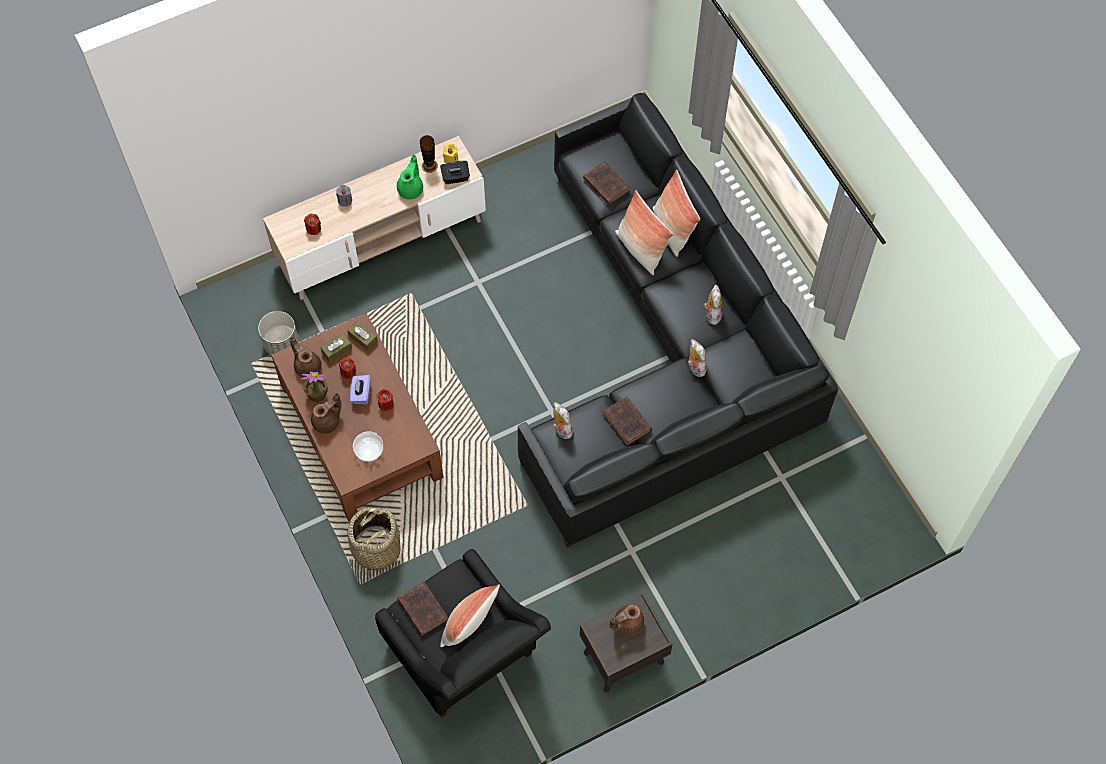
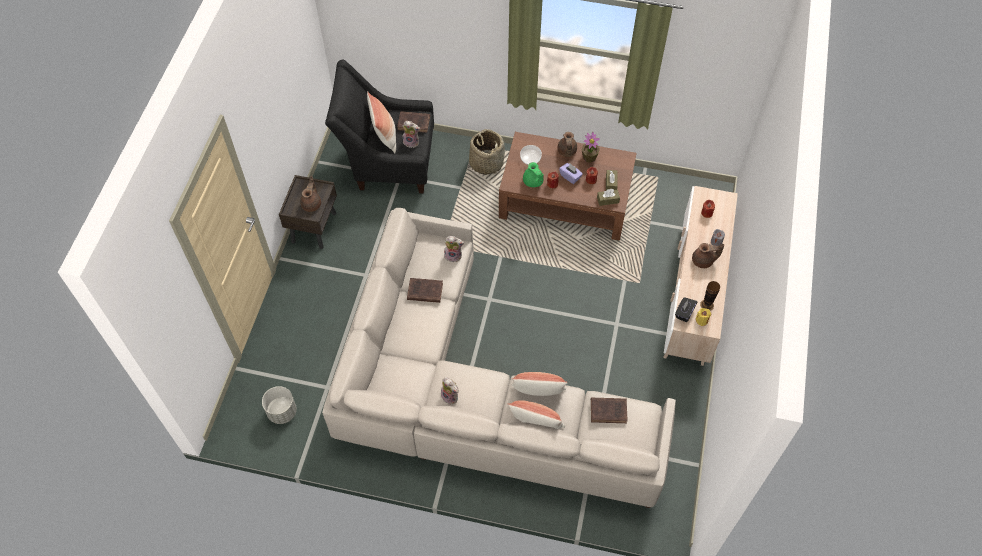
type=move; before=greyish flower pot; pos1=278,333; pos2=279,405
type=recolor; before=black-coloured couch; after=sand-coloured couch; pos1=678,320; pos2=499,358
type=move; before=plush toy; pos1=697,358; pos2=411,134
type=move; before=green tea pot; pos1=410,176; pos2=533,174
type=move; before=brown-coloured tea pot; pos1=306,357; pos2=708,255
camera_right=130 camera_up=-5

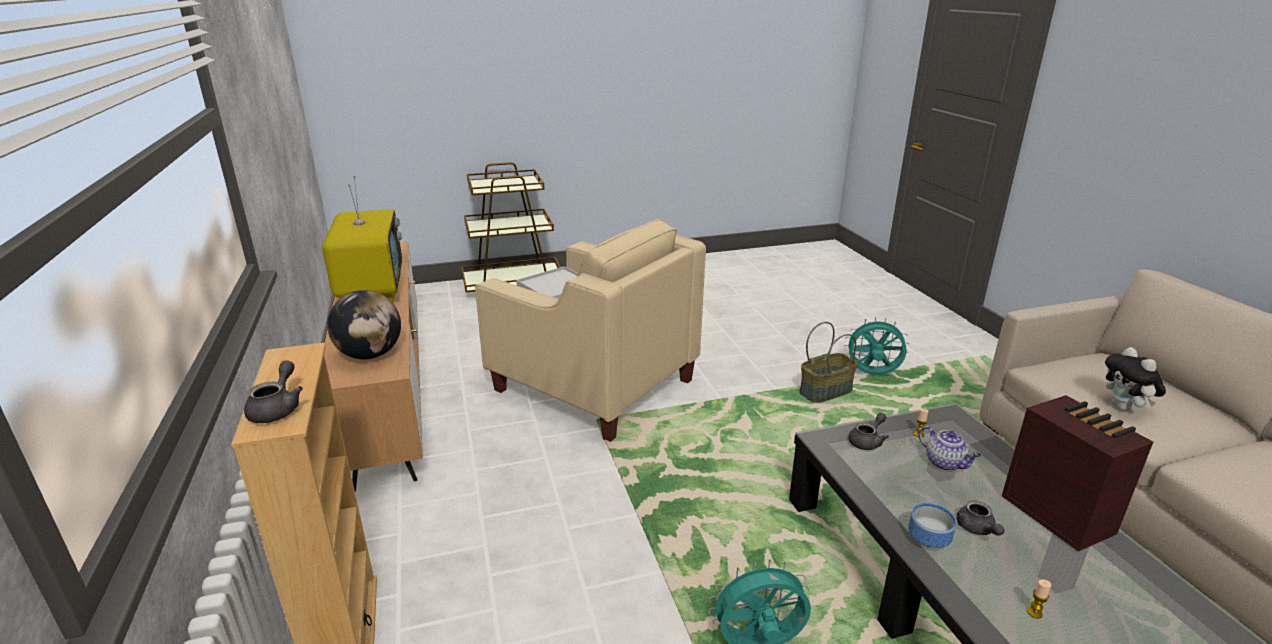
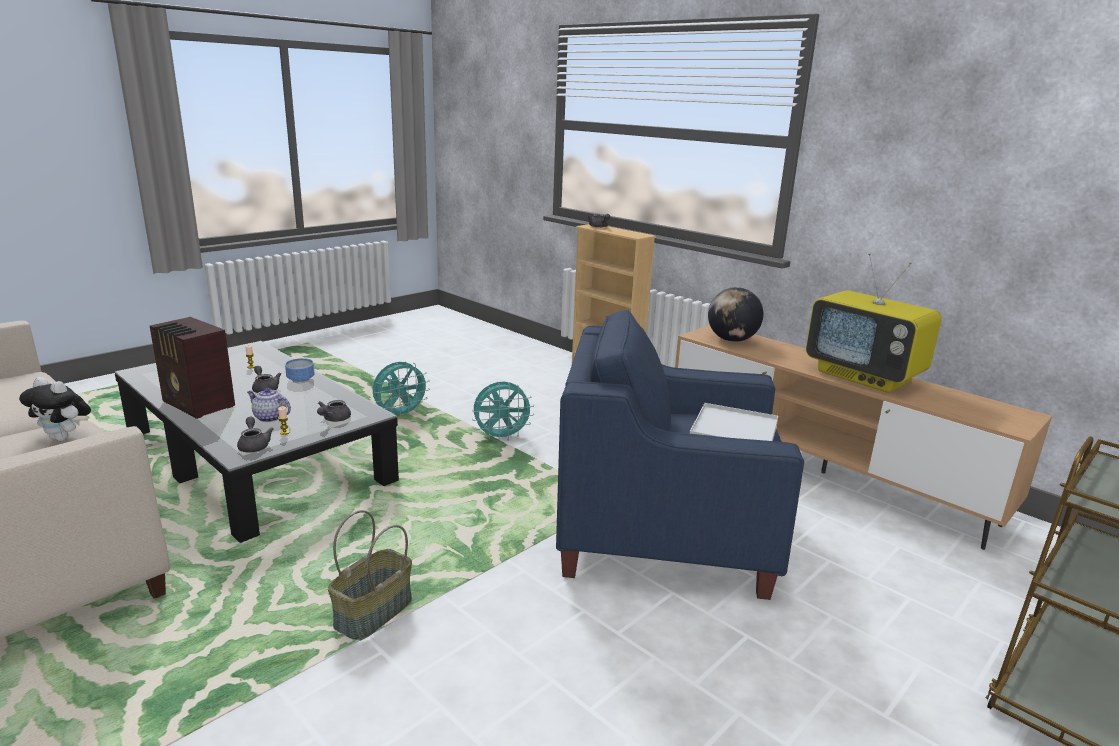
type=rotate; before=plush toy; pos1=1135,379; pos2=55,409; turn=150
type=insert; after=greyish tea pot; pos2=255,434
type=move; before=turquoise-coloured cooling fan; pos1=877,346; pos2=503,411
type=recolor; before=sand-coloured armchair; after=blue armchair; pos1=590,330; pos2=680,454
camera_right=150 camera_up=-5

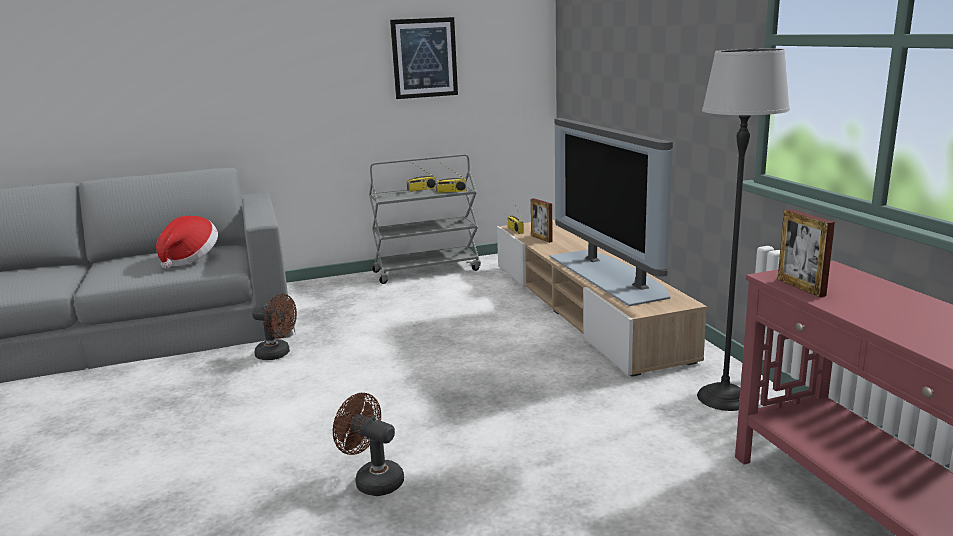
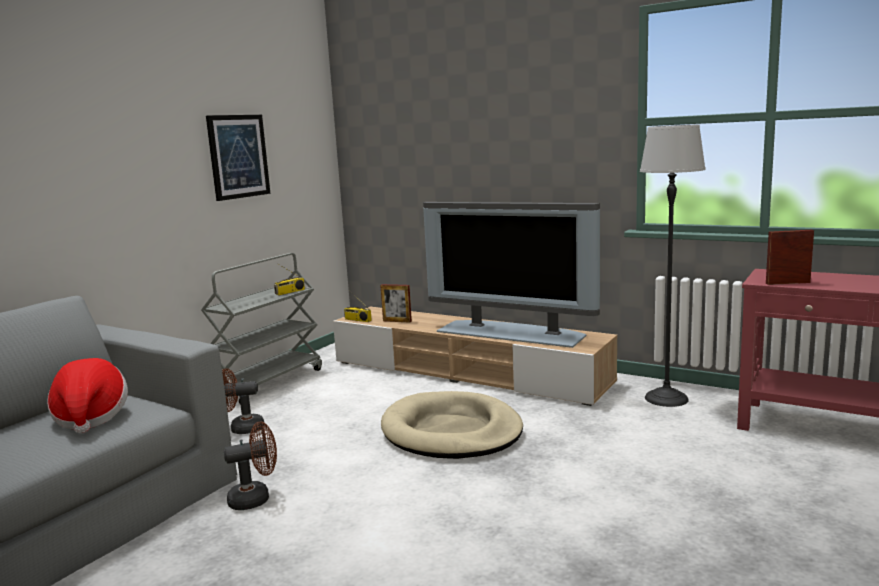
type=move; before=brown-coloured cooling fan; pos1=368,444; pos2=243,401
type=insert; after=sand-coloured dog cushion; pos2=452,425
type=rotate; before=photo frame; pos1=806,253; pos2=790,257; turn=150
type=delete; before=radio set; pos1=421,177
camera_right=-40 camera_up=-5

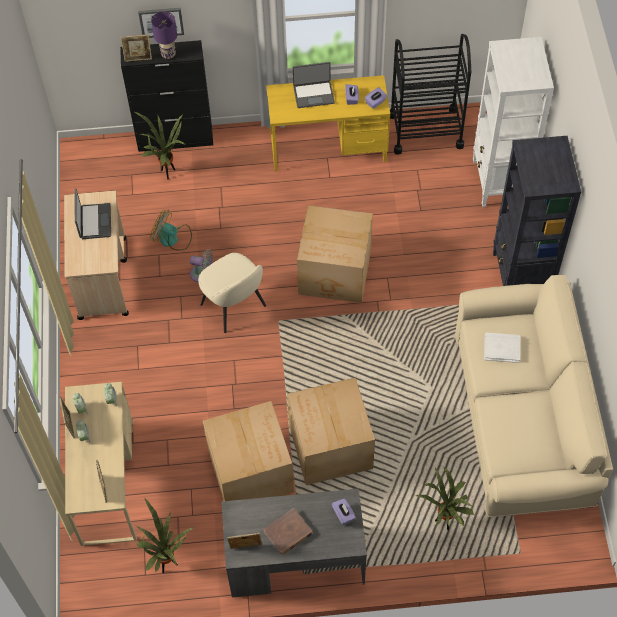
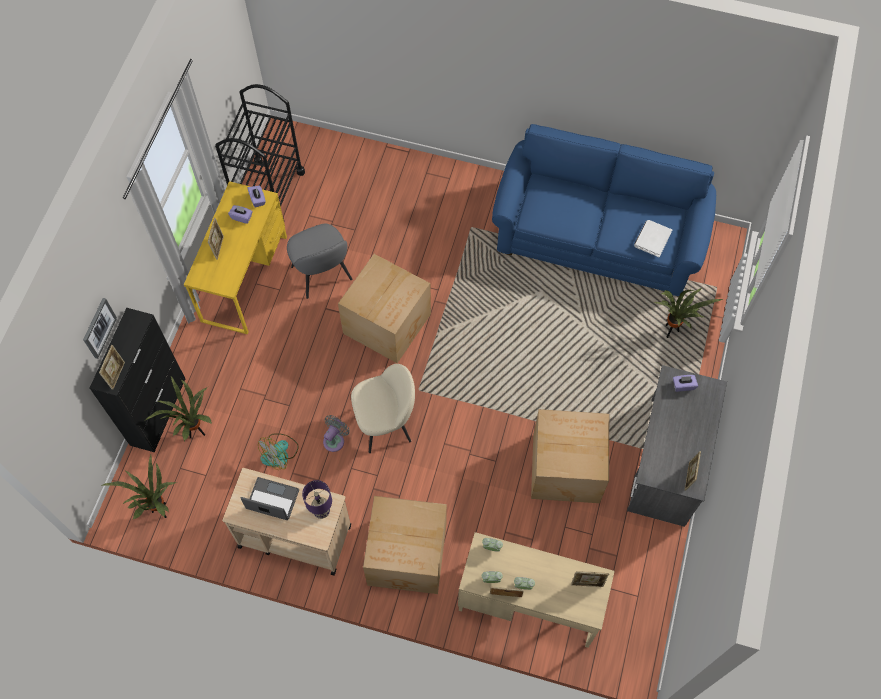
type=move; before=houseplant; pos1=165,535; pos2=140,487
type=replace; before=laptop; after=photo frame; pos1=314,85; pos2=216,239
type=insert; after=greyish upright chair; pos2=319,261
type=move; before=purplish lamp for a table; pos1=164,35; pos2=317,499
type=move; before=packing box; pos1=331,431; pos2=405,545
type=recolor; before=sand-coloured couch; after=blue couch; pos1=534,396; pos2=604,210
type=move; before=white-coloured bound book; pos1=502,348; pos2=653,238
type=delete; before=brown-coloured bound book; pos1=288,531
type=delete; before=white-coloured bookshelf; pos1=513,122
type=delete; before=black-coloured bookshelf; pos1=537,211
camera_right=-70 camera_up=5

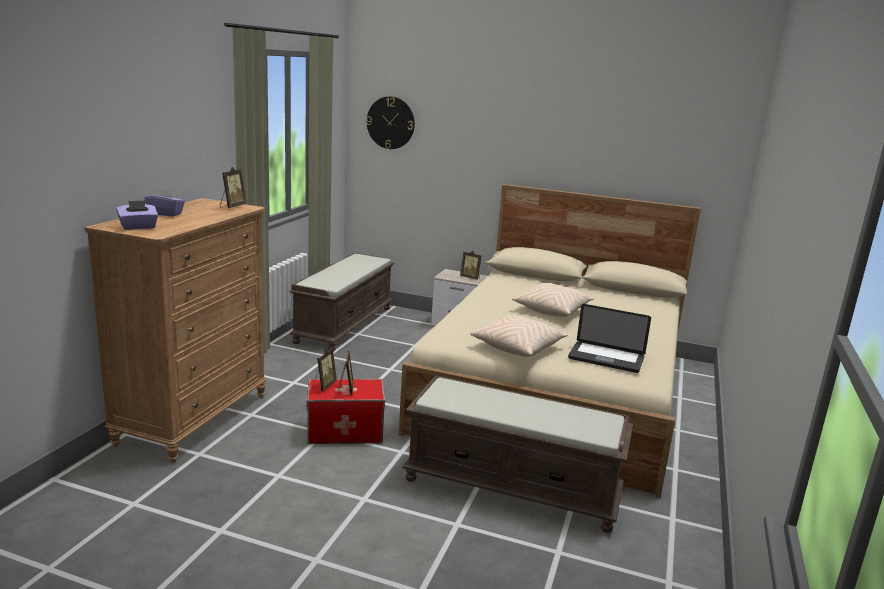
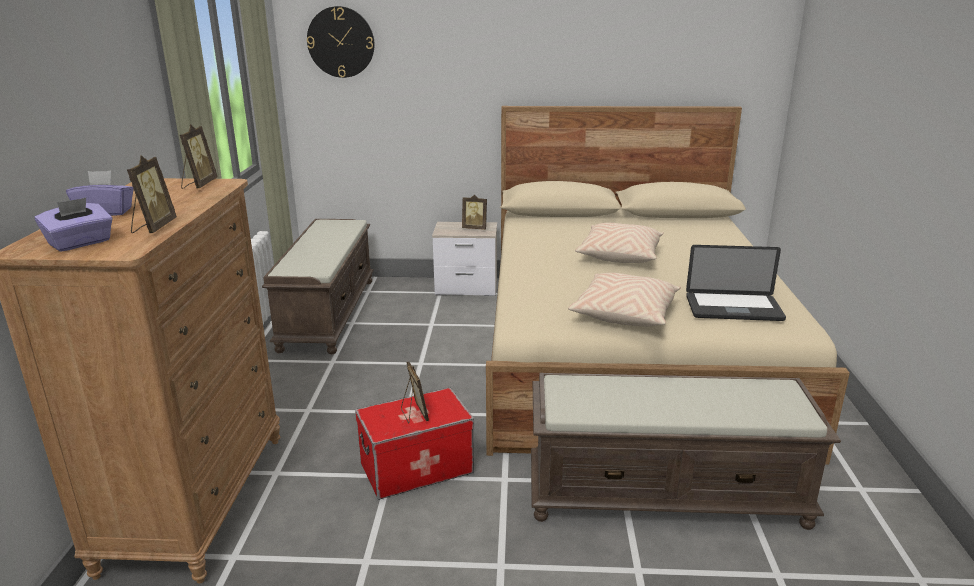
type=move; before=photo frame; pos1=325,369; pos2=152,194
camera_right=-15 camera_up=5

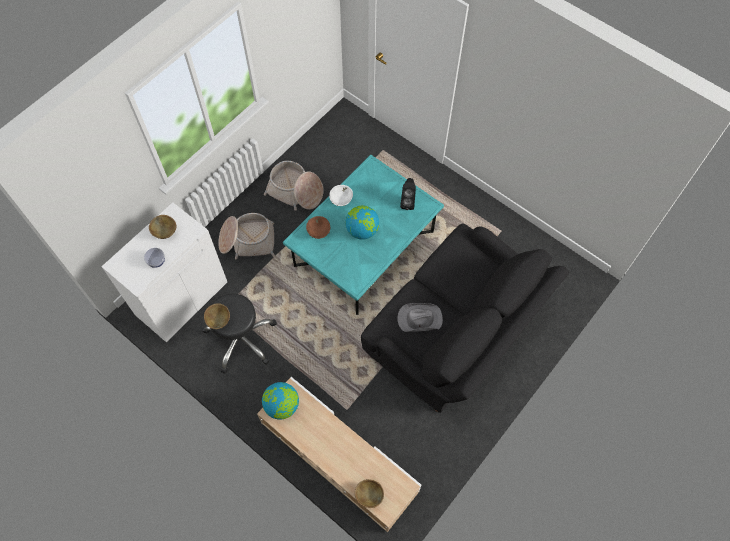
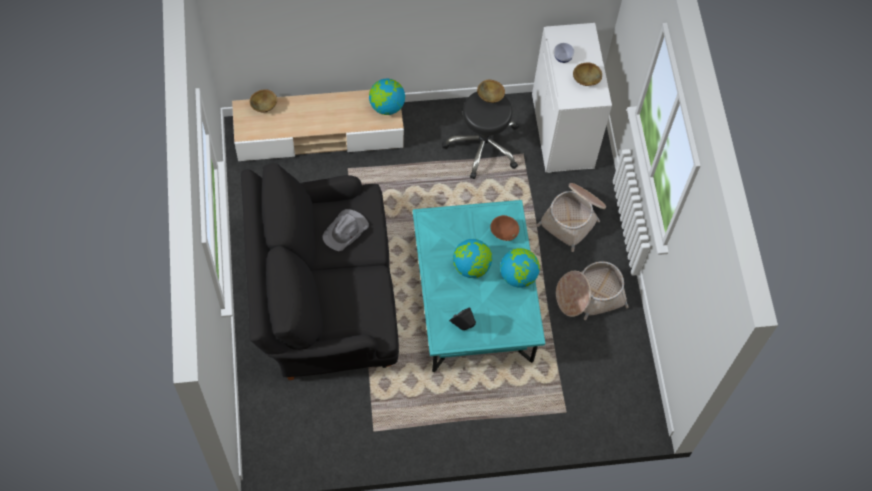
type=replace; before=white-coloured serving bowl; after=globe; pos1=341,195; pos2=520,268
camera_right=130 camera_up=0

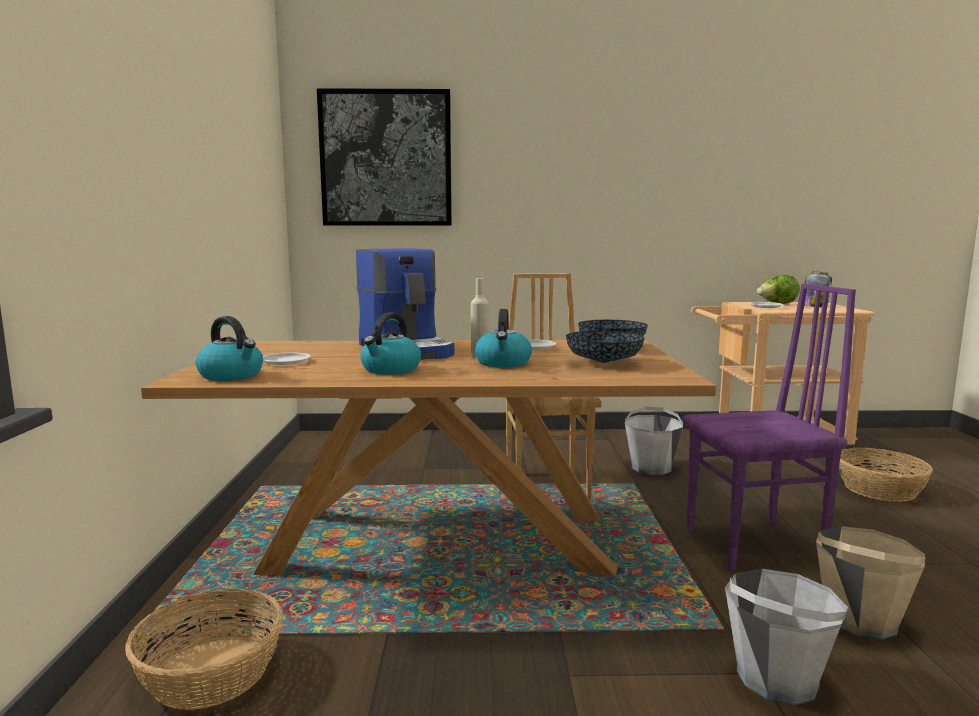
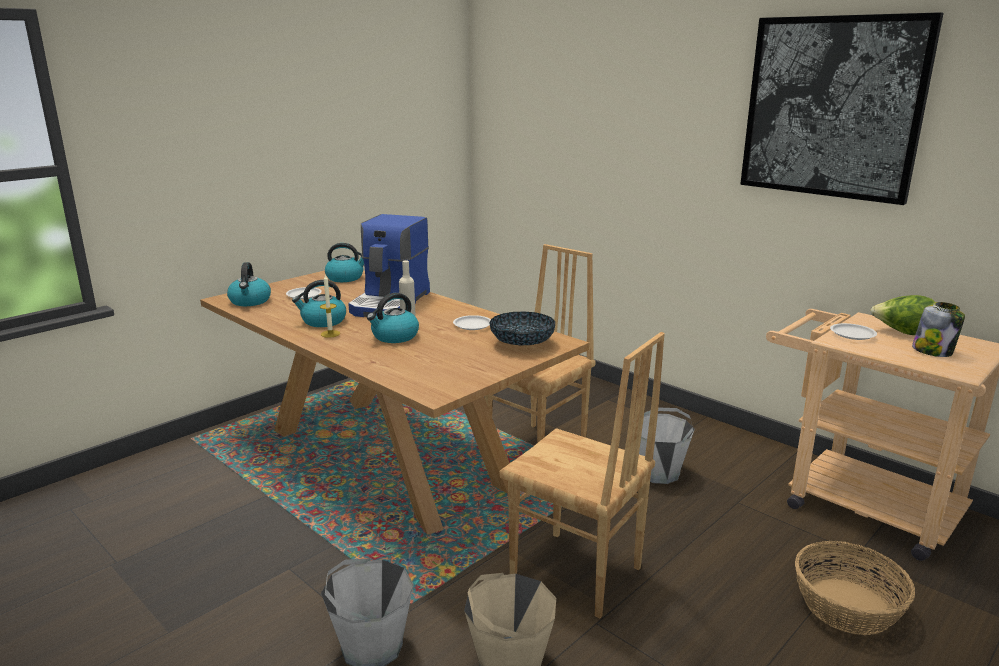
type=insert; after=wax light; pos2=330,306
type=insert; after=tea kettle; pos2=344,262
type=recolor; before=purplish upright chair; after=brown-coloured upright chair; pos1=769,426; pos2=582,475
type=move; before=wall picture; pos1=384,157; pos2=842,108
type=delete; before=storage basket; pos1=204,649
type=delete; before=serving bowl; pos1=605,347
camera_right=45 camera_up=10

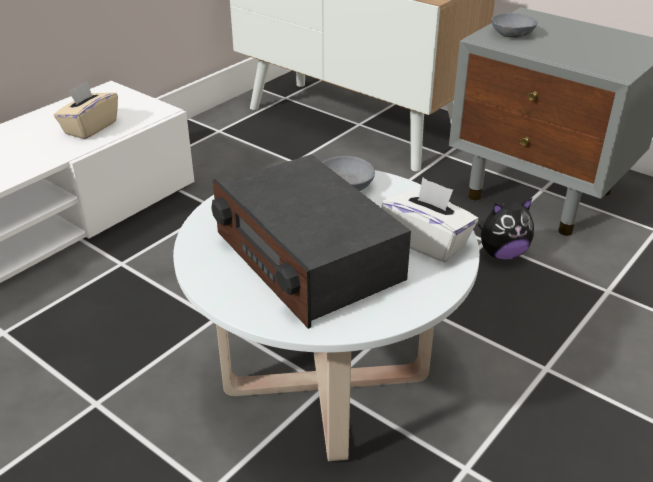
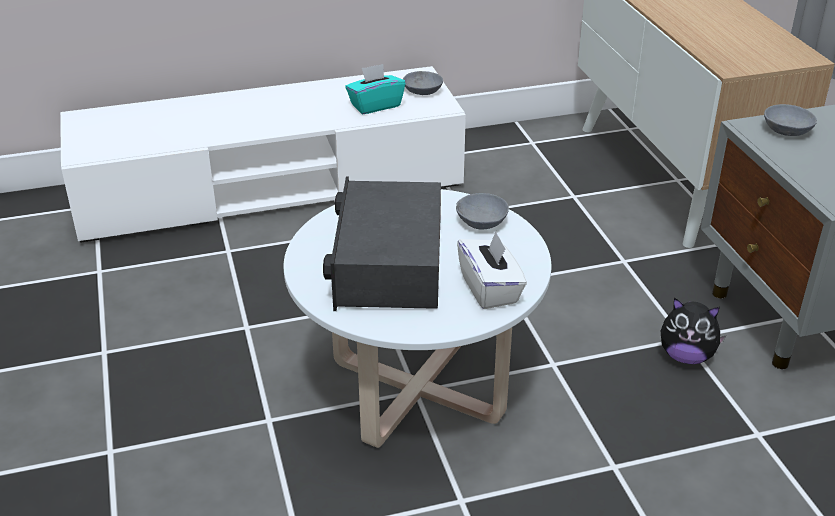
type=recolor; before=sand-coloured tissue holder; after=turquoise-coloured tissue holder; pos1=86,110; pos2=375,89
type=insert; after=greyish serving bowl; pos2=423,83
camera_right=35 camera_up=0

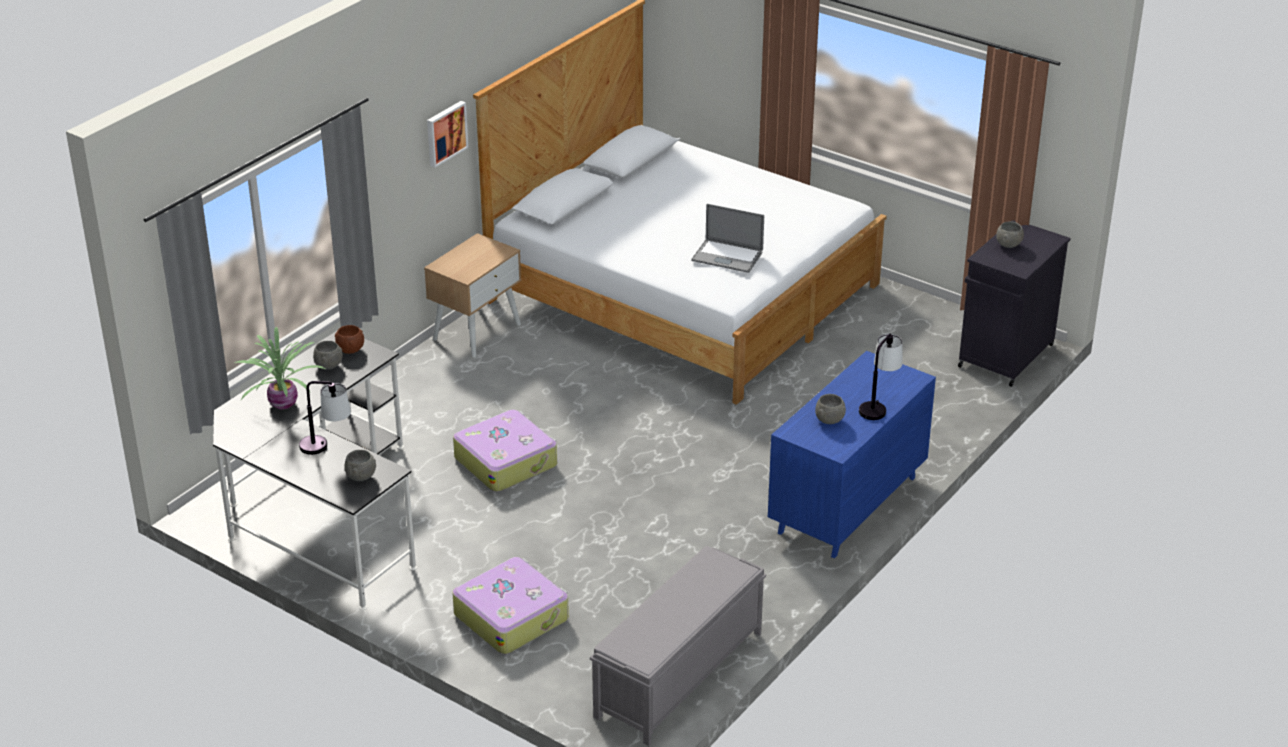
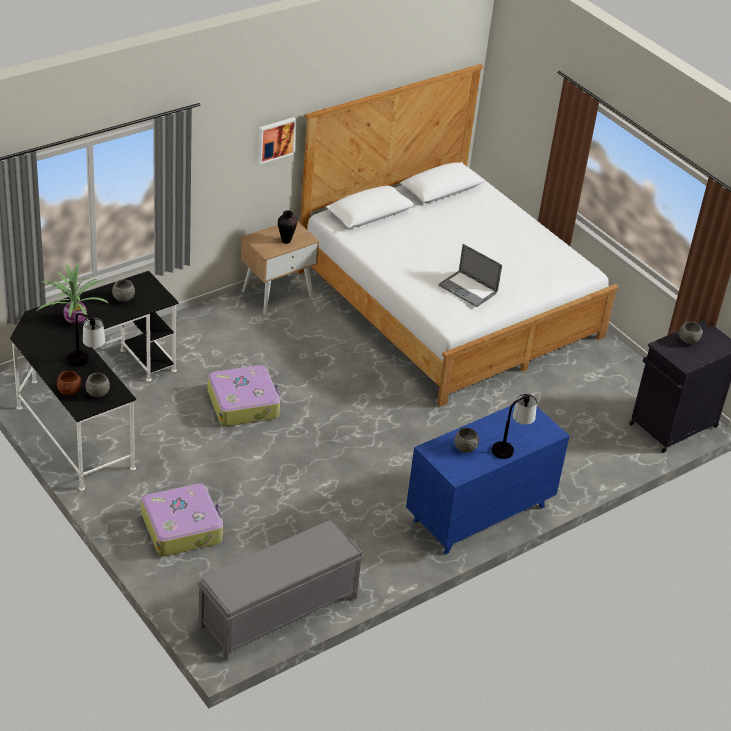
type=move; before=brown-coloured serving bowl; pos1=349,339; pos2=69,383
type=insert; after=vase; pos2=287,227
camera_right=15 camera_up=5

